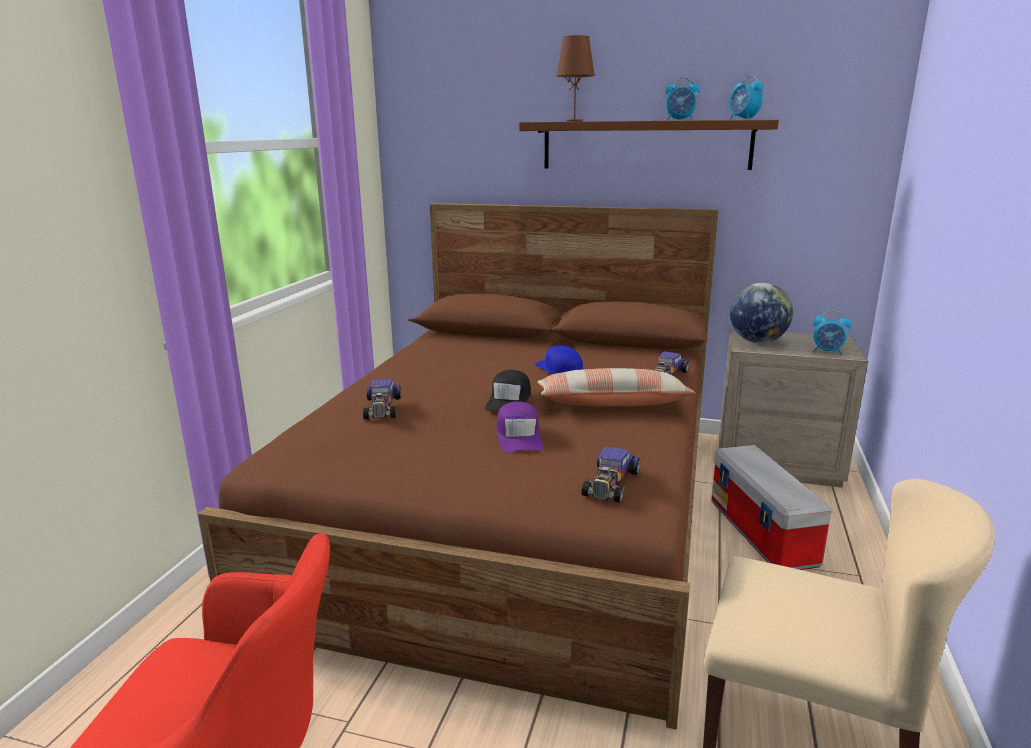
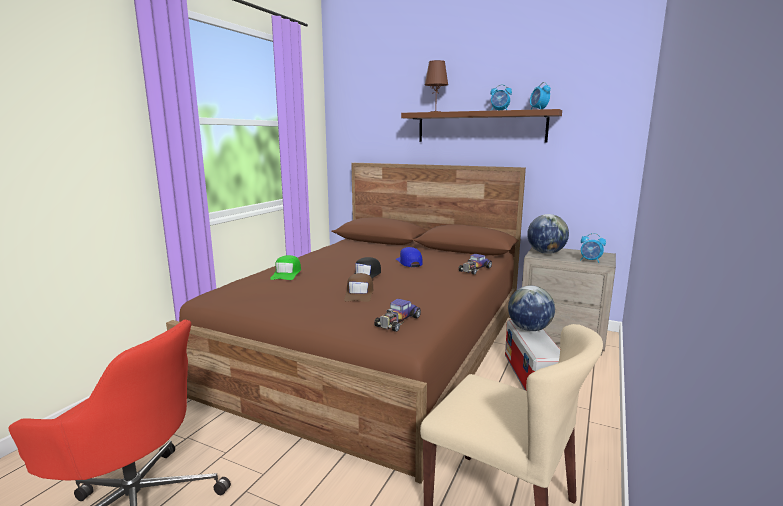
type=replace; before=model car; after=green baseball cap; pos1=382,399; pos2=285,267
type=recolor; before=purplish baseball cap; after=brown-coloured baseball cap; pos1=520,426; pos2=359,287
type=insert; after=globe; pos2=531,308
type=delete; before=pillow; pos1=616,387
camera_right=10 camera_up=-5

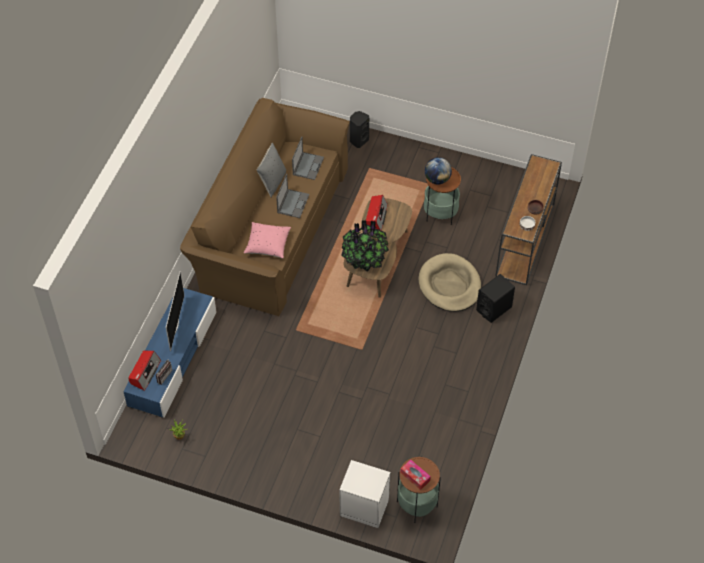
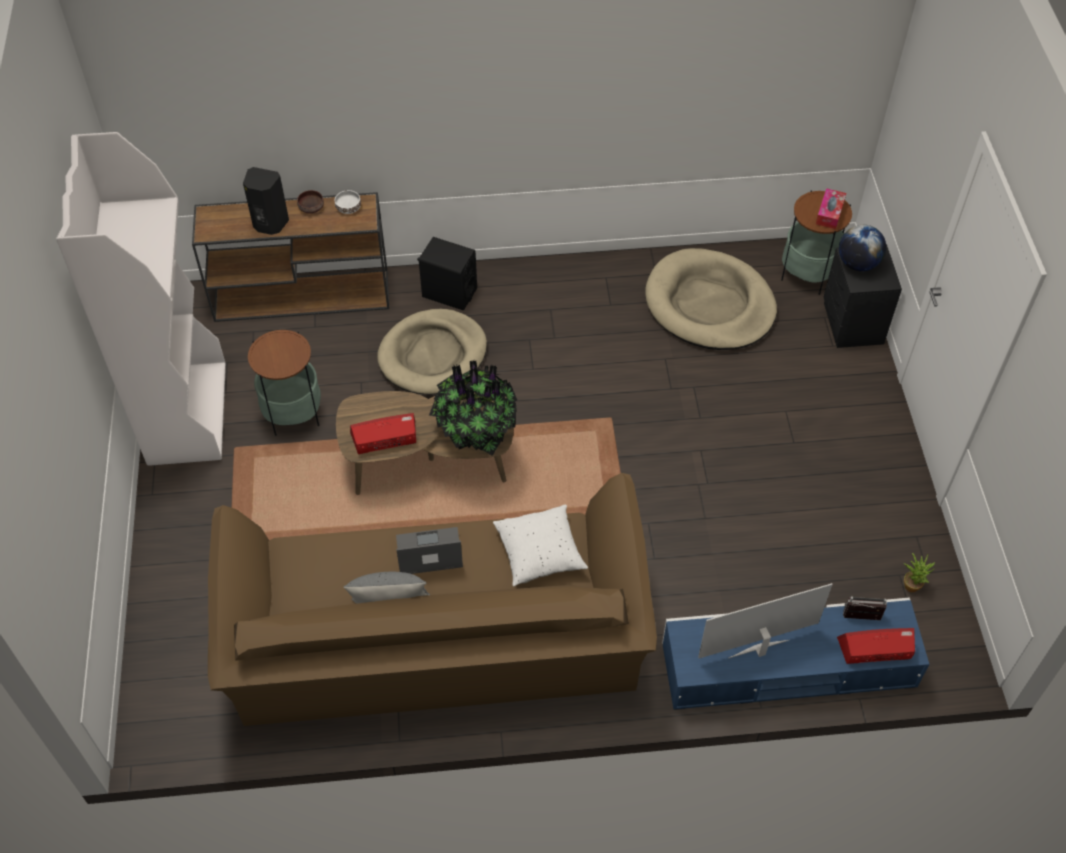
type=insert; after=white-coloured bookshelf; pos2=141,299
type=move; before=black-coloured audio speaker; pos1=359,129; pos2=266,201
type=recolor; before=pinkish pillow; after=white-coloured pillow; pos1=267,240; pos2=540,546
type=insert; after=sand-coloured dog cushion; pos2=711,299
type=recolor; before=white-coloured nightstand; after=black-coloured nightstand; pos1=364,494; pos2=863,296
type=move; before=globe; pos1=438,170; pos2=862,248
type=delete; before=laptop; pos1=308,158
camera_right=-115 camera_up=0

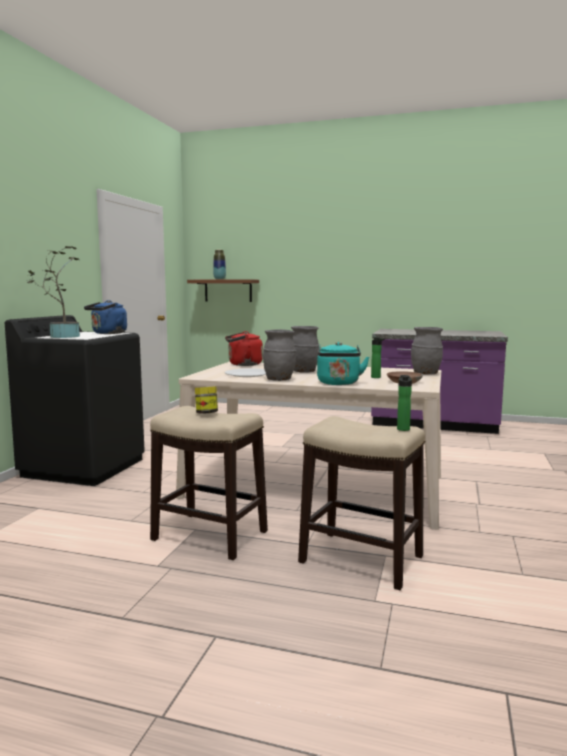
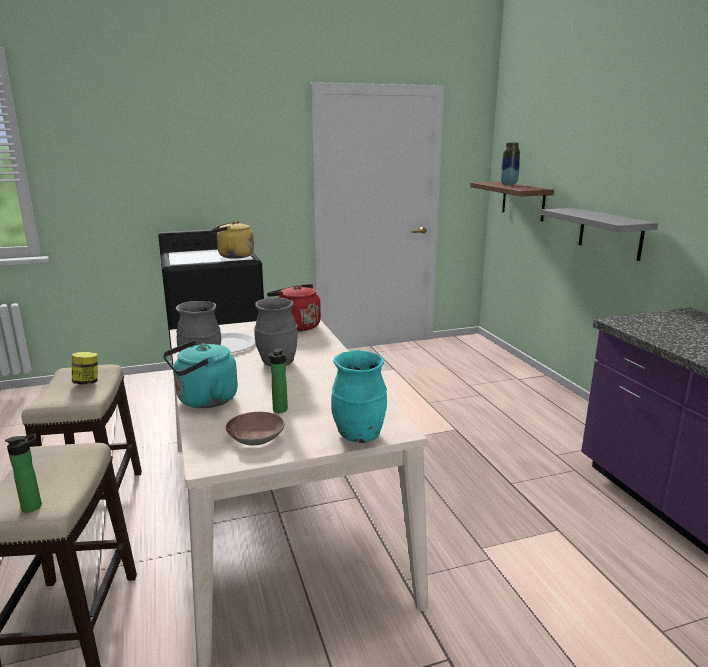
type=recolor; before=blue tea kettle; after=yellow-coloured tea kettle; pos1=105,317; pos2=232,240
type=recolor; before=greyish vase; after=turquoise-coloured vase; pos1=427,351; pos2=359,396
type=insert; after=greyish shelf; pos2=599,234
type=delete; before=houseplant; pos1=53,292
camera_right=55 camera_up=10

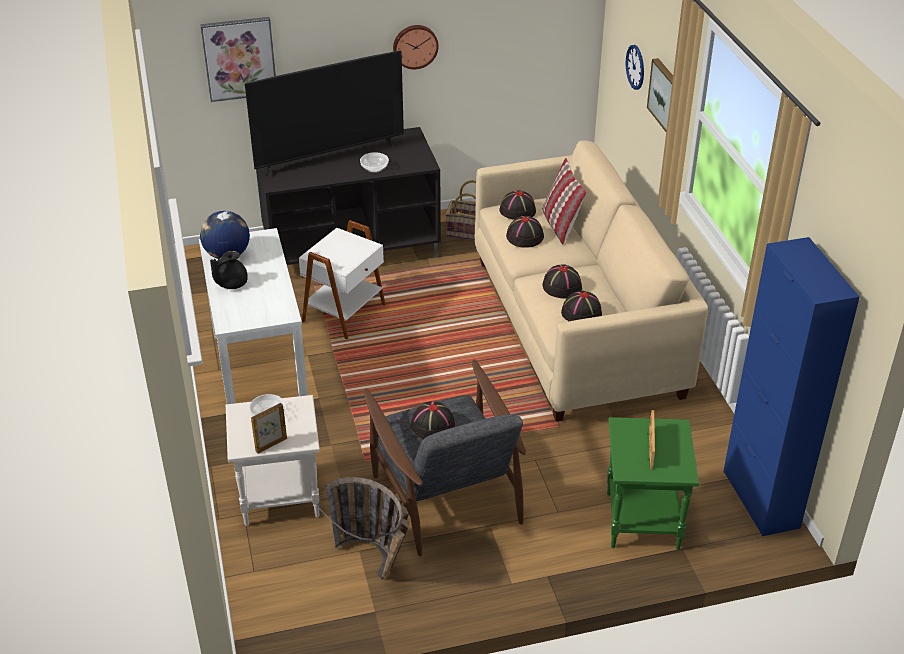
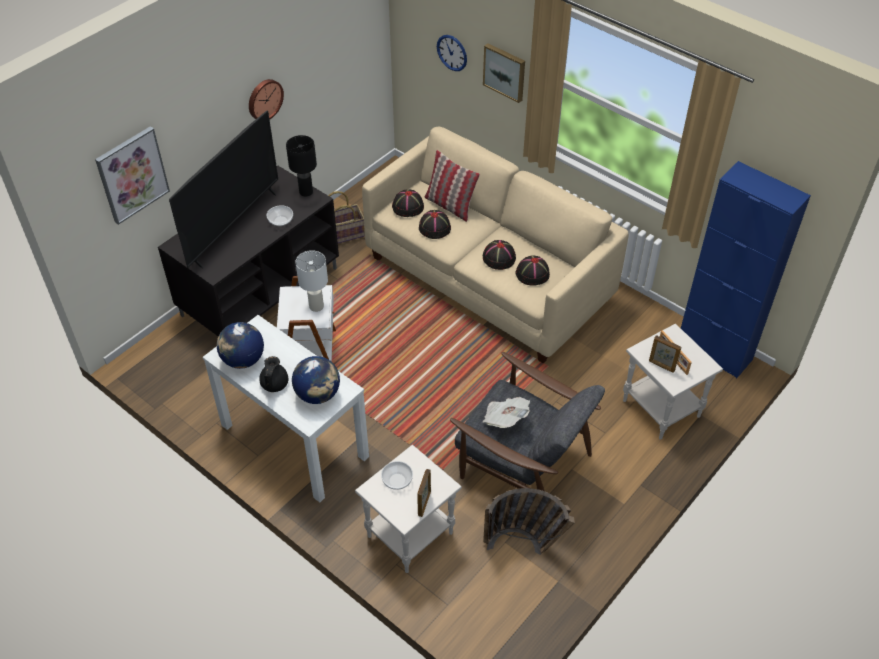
type=insert; after=black-coloured lamp for a table; pos2=301,165
type=insert; after=globe; pos2=316,380
type=insert; after=white-coloured lamp for a table; pos2=311,281
type=replace; before=black-coloured clothing hat; after=printed paper; pos1=433,420; pos2=506,412
type=recolor; before=green accent table; after=white-coloured accent table; pos1=653,483; pos2=673,382
type=insert; after=photo frame; pos2=665,354
camera_right=-35 camera_up=10

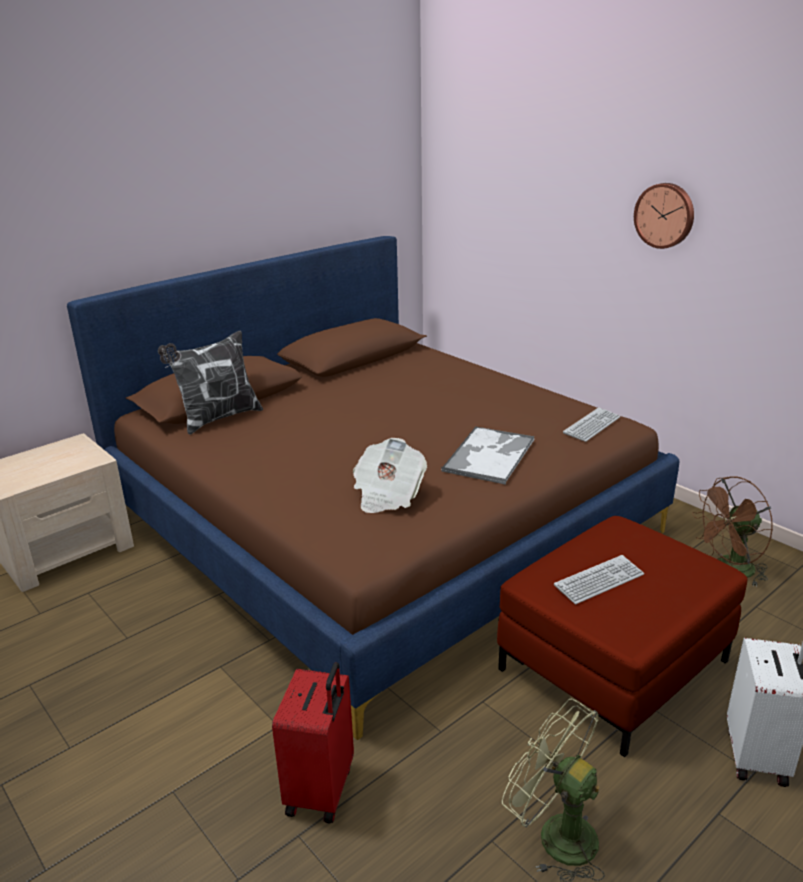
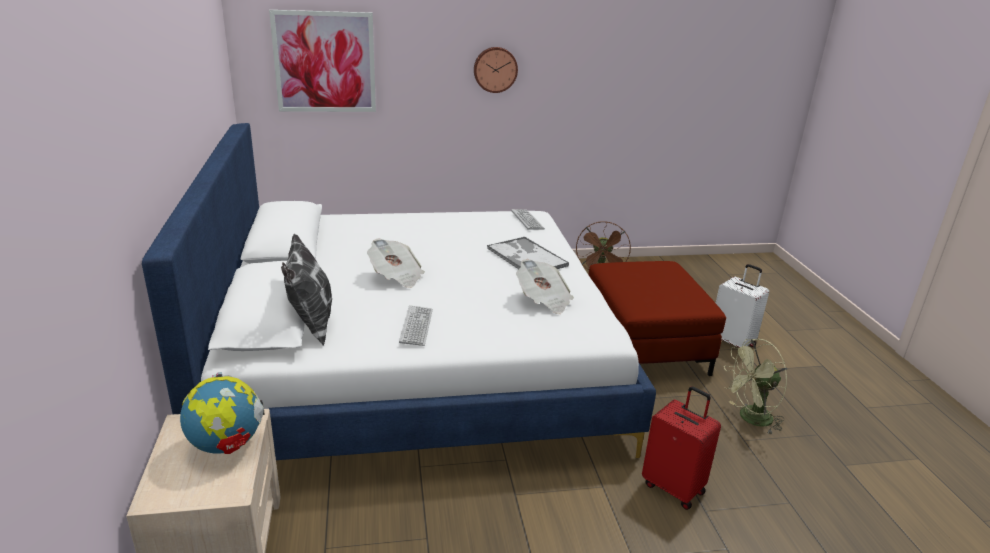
type=recolor; before=brown-coloured bed; after=white-coloured bed; pos1=373,488; pos2=399,291
type=insert; after=globe; pos2=222,413
type=insert; after=wall picture; pos2=322,61
type=insert; after=printed paper; pos2=396,263
type=move; before=keyboard; pos1=599,579; pos2=416,325
camera_right=-60 camera_up=0

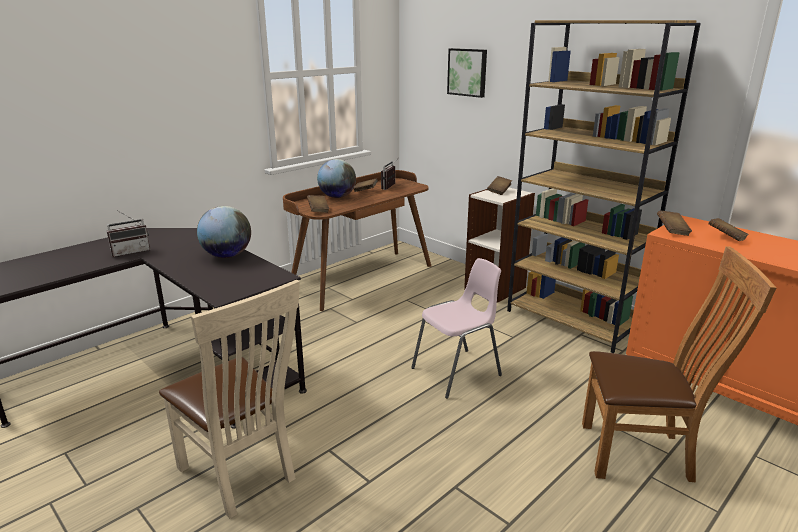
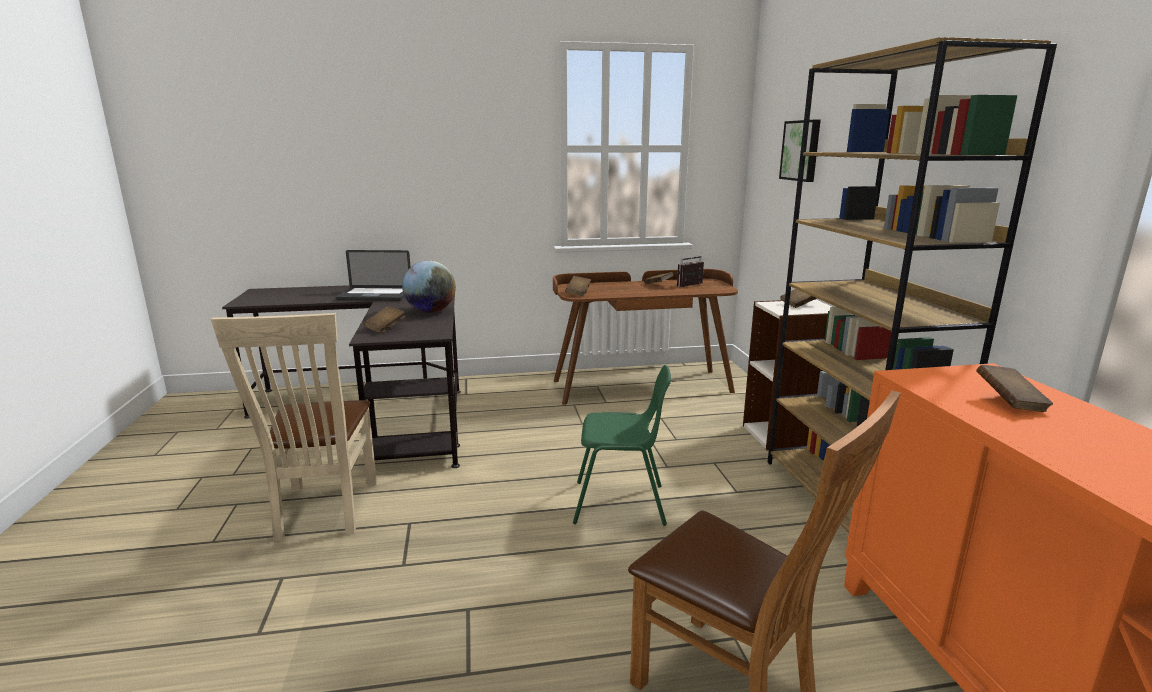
type=replace; before=radio set; after=laptop; pos1=128,233; pos2=373,275
type=move; before=brown-coloured bound book; pos1=674,223; pos2=384,319
type=recolor; before=pinkish upright chair; after=green upright chair; pos1=456,328; pos2=622,445
type=delete; before=globe; pos1=336,178
camera_right=35 camera_up=-5

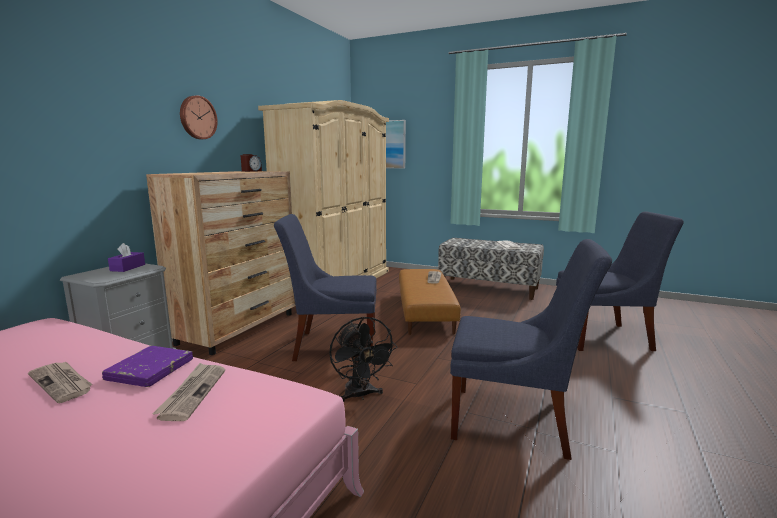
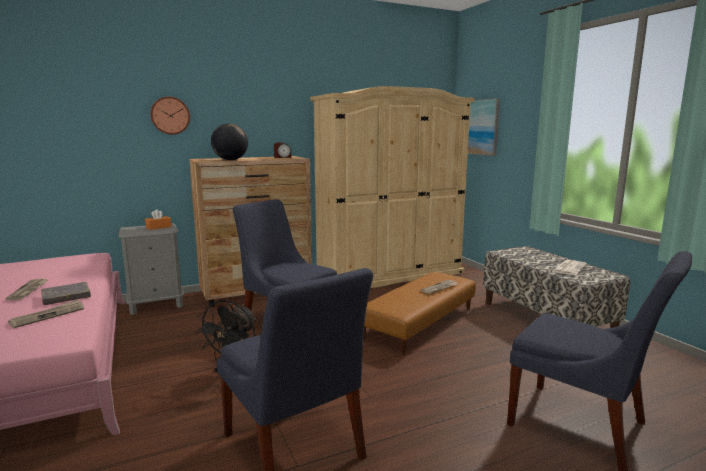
type=recolor; before=purplish bound book; after=greyish bound book; pos1=147,366; pos2=66,293
type=recolor; before=purplish tissue holder; after=orangey tissue holder; pos1=126,257; pos2=158,219
type=move; before=clock on the wall; pos1=199,117; pos2=170,116
type=insert; after=globe; pos2=229,141
camera_right=40 camera_up=0

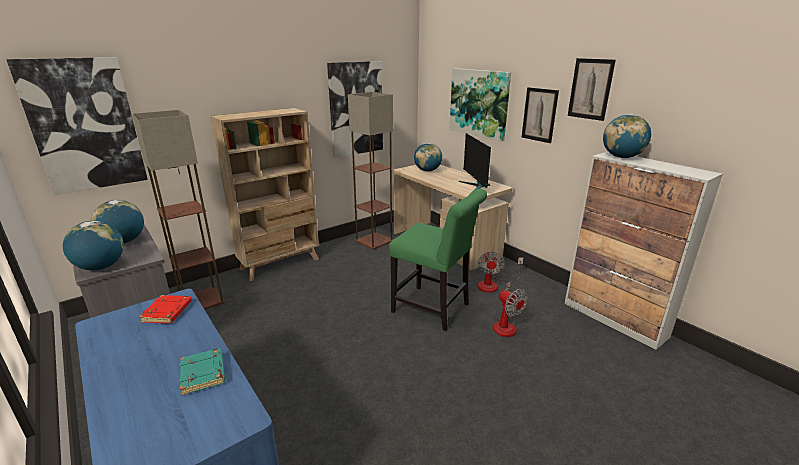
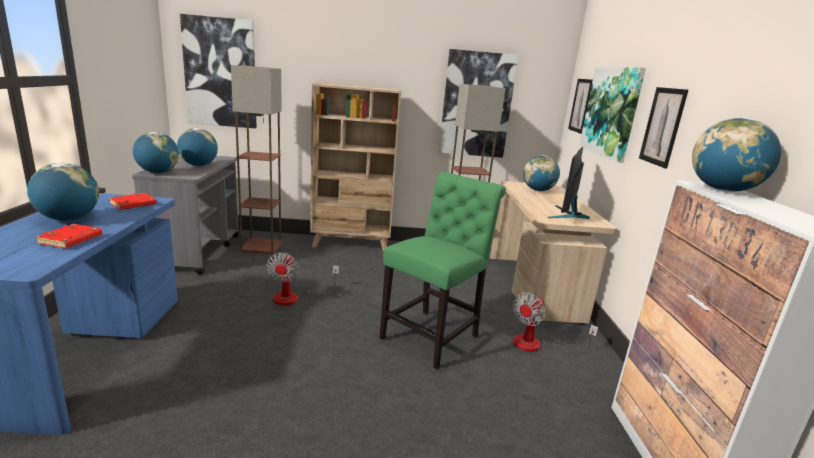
type=insert; after=globe; pos2=63,192
type=recolor; before=turquoise-coloured bound book; after=reddish bound book; pos1=202,371; pos2=69,236
type=move; before=cooling fan; pos1=510,309; pos2=302,279
type=rotate; before=green upright chair; pos1=438,260; pos2=442,270; turn=-120
type=move; before=wall picture; pos1=592,89; pos2=580,106
camera_right=35 camera_up=-5

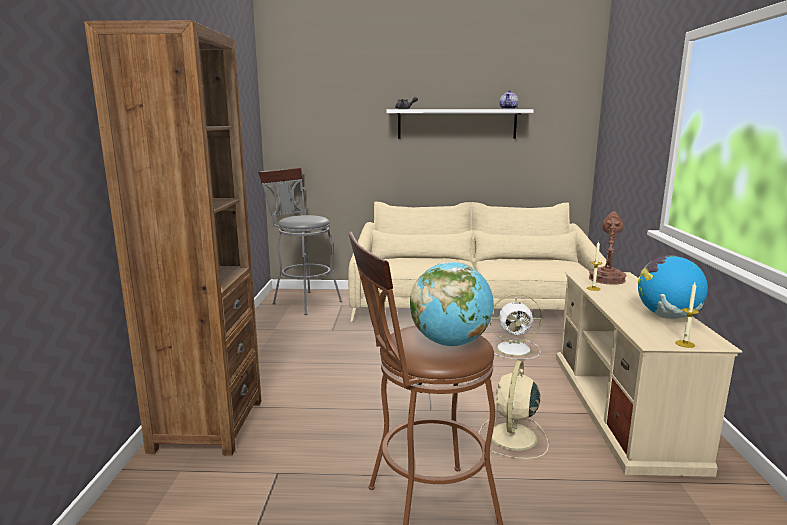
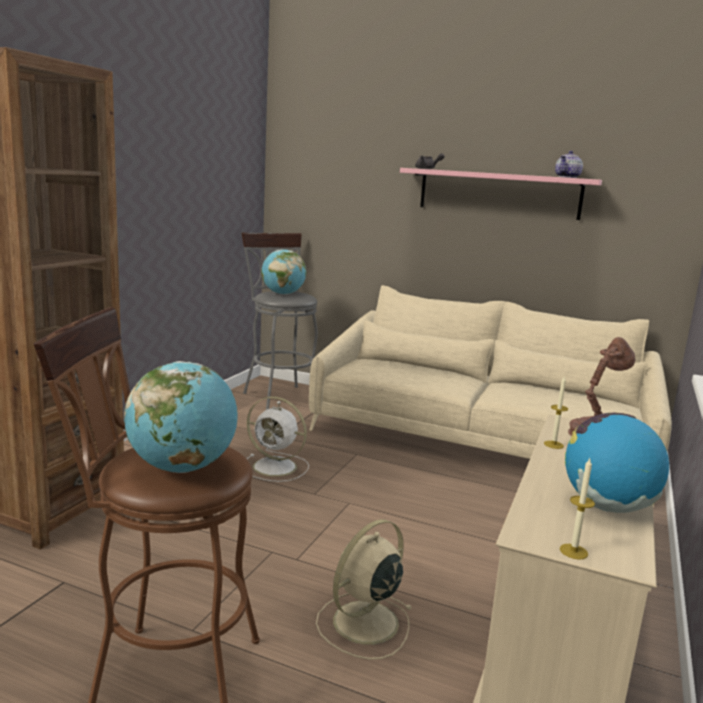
type=move; before=white-coloured cooling fan; pos1=516,327; pos2=278,439
type=insert; after=globe; pos2=283,272
type=recolor; before=white-coloured shelf; after=pinkish shelf; pos1=460,124; pos2=501,194
camera_right=20 camera_up=0

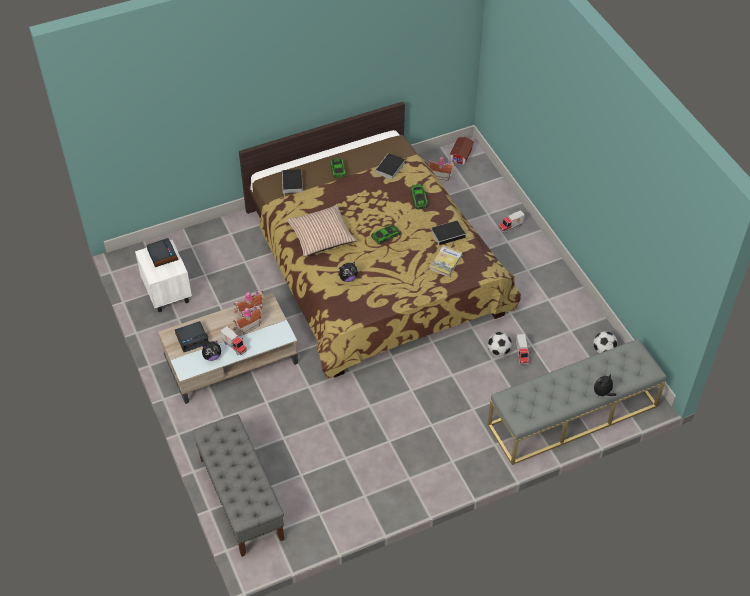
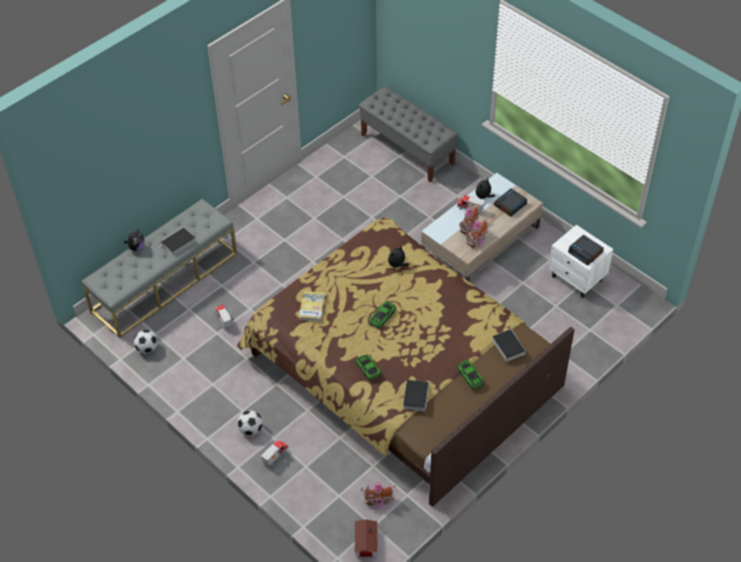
type=move; before=bound book; pos1=450,232; pos2=177,241
type=move; before=ball for football; pos1=500,344; pos2=250,423
type=delete; before=pillow; pos1=321,231
camera_right=160 camera_up=0

